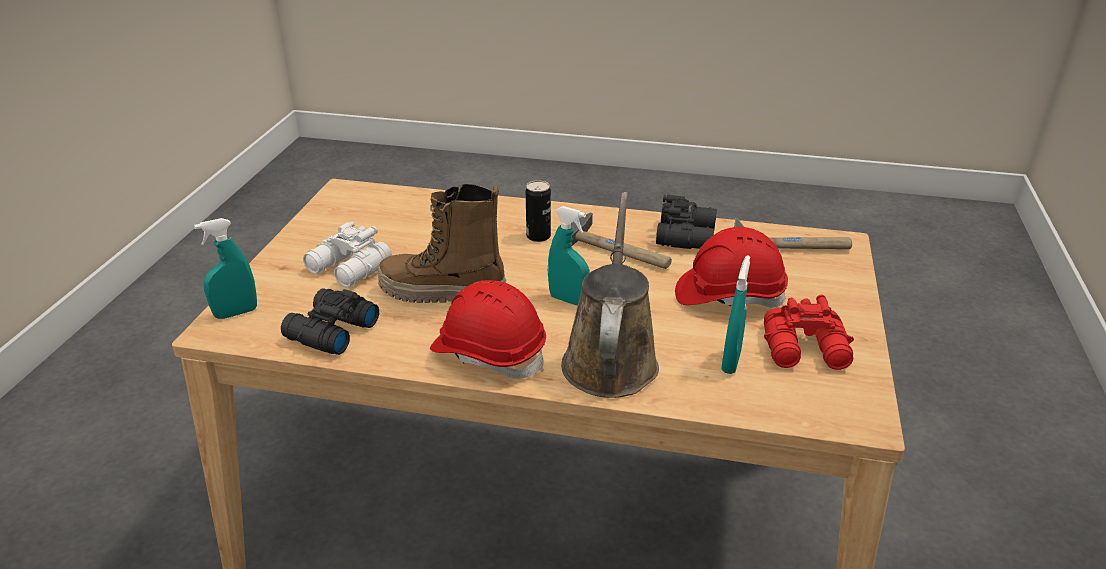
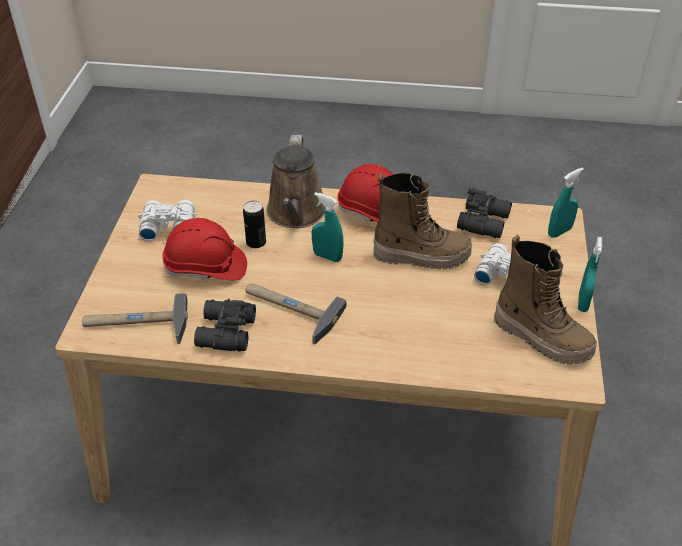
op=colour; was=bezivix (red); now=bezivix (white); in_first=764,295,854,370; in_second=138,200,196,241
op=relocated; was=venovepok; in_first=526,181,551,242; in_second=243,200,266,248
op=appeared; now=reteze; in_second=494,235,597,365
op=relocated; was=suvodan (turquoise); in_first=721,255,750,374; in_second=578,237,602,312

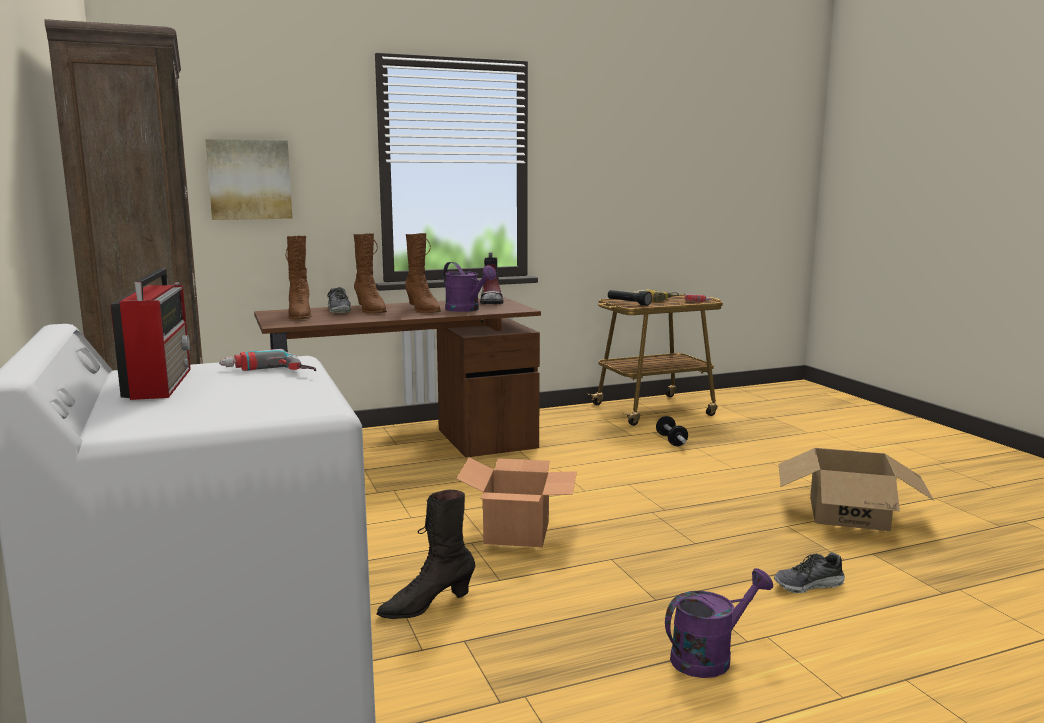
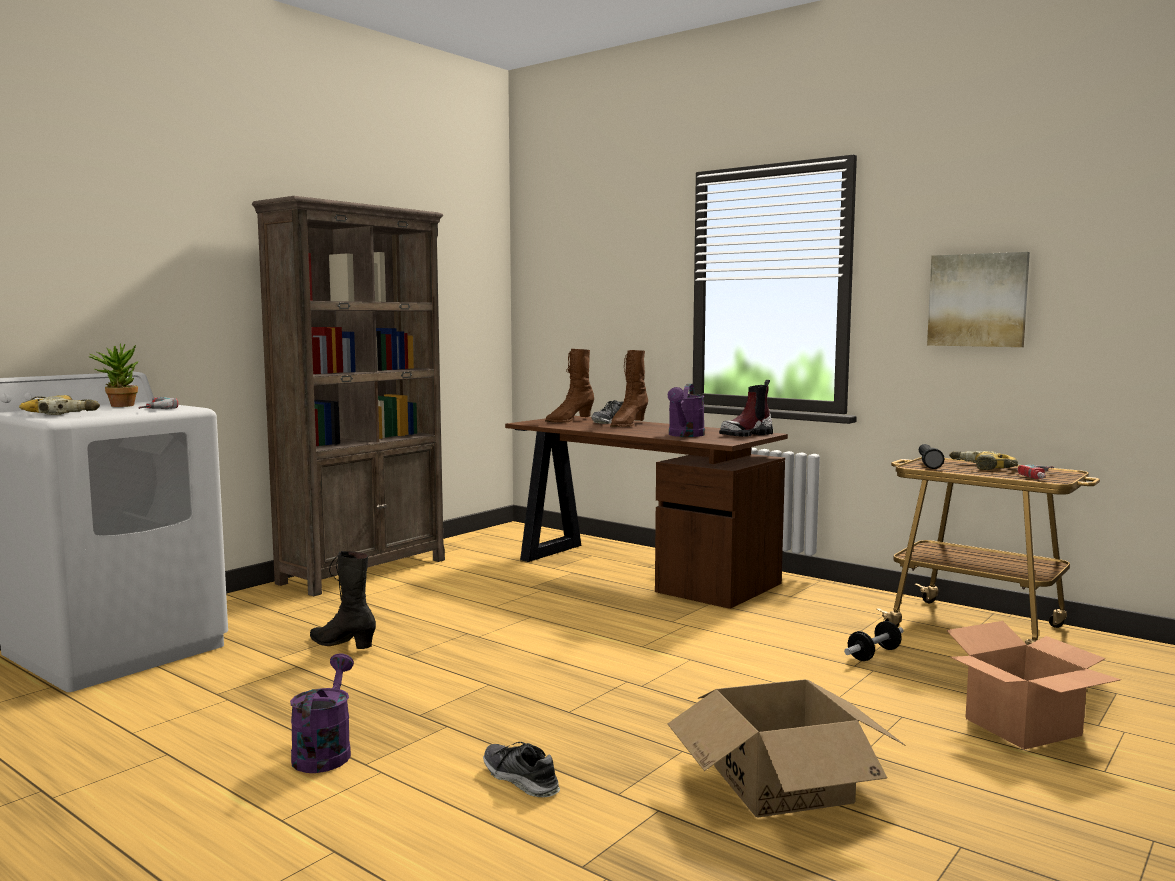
op=appeared; now=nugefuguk; in_second=19,395,100,415
op=exchanged; was=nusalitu; now=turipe; in_first=110,268,191,400; in_second=88,344,138,407
op=spun; was=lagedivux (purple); in_first=665,568,773,678; in_second=290,653,354,773; clockwise=-120
op=relocated; was=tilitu; in_first=205,139,292,220; in_second=927,252,1030,347
op=relocated; was=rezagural; in_first=456,457,577,547; in_second=946,621,1121,750
op=missing; was=reteze (brown); in_first=405,233,441,313

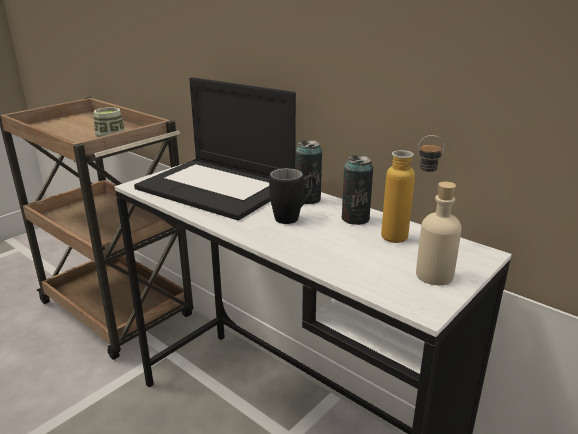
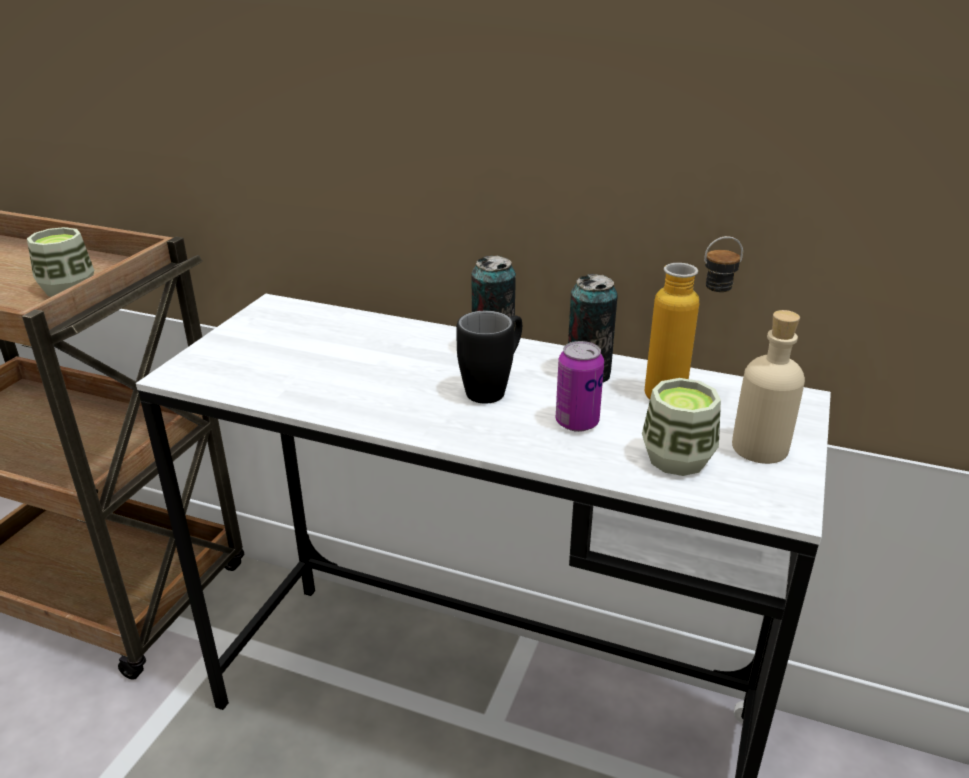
op=appeared; now=venovepok; in_second=556,341,604,432
op=appeared; now=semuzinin; in_second=642,378,721,476
op=missing; was=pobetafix; in_first=134,77,296,220

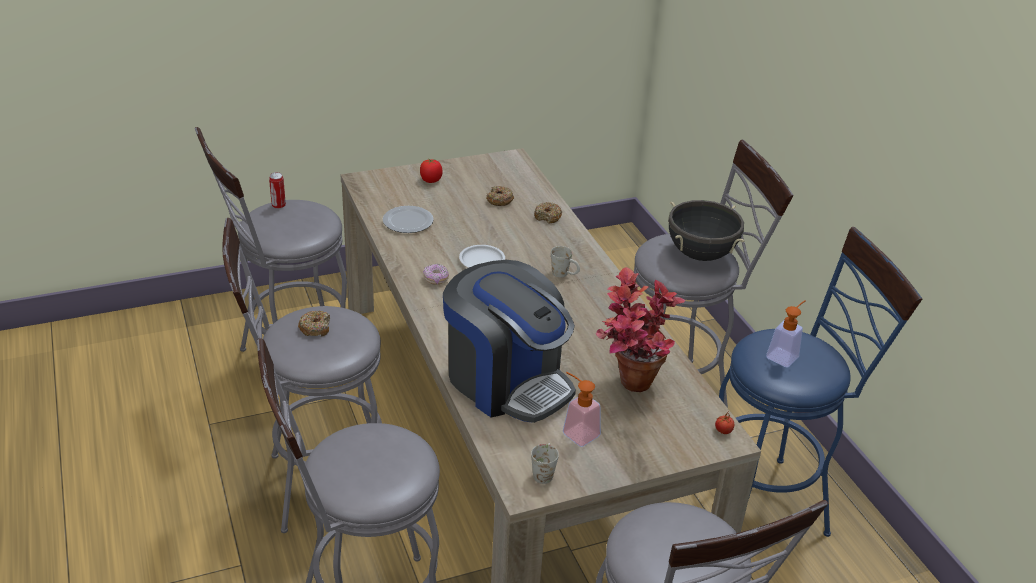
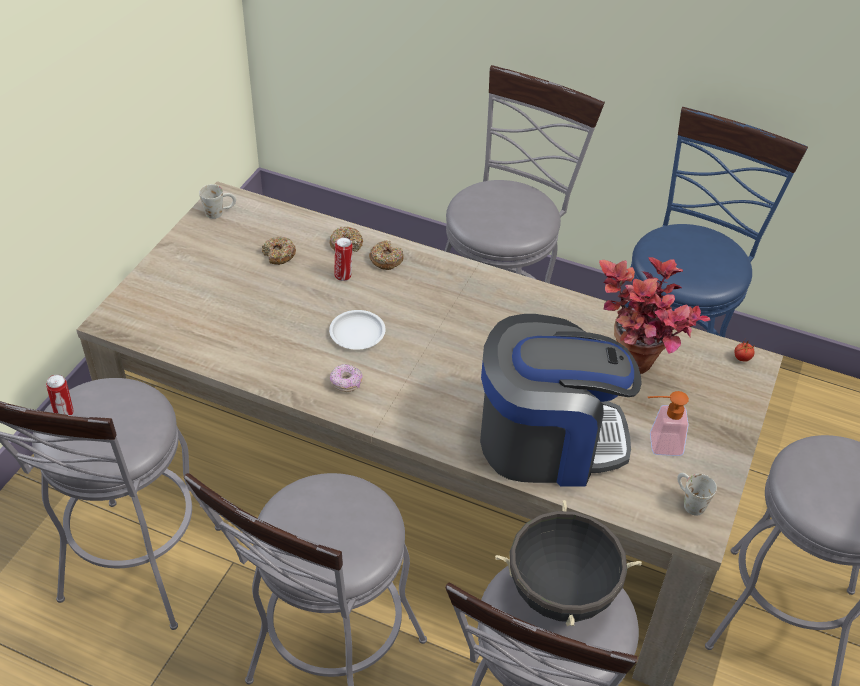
op=relocated; was=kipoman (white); in_first=551,246,580,277; in_second=199,184,236,219
op=appeared; now=venovepok; in_second=334,237,352,281
op=relocated; was=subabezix; in_first=298,311,330,337; in_second=369,240,403,270
op=relocated; was=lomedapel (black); in_first=668,200,745,261; in_second=495,500,642,626
op=missing; was=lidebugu; in_first=383,206,434,233
op=missing; was=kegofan; in_first=420,158,443,183
op=missing; was=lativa; in_first=766,300,806,368

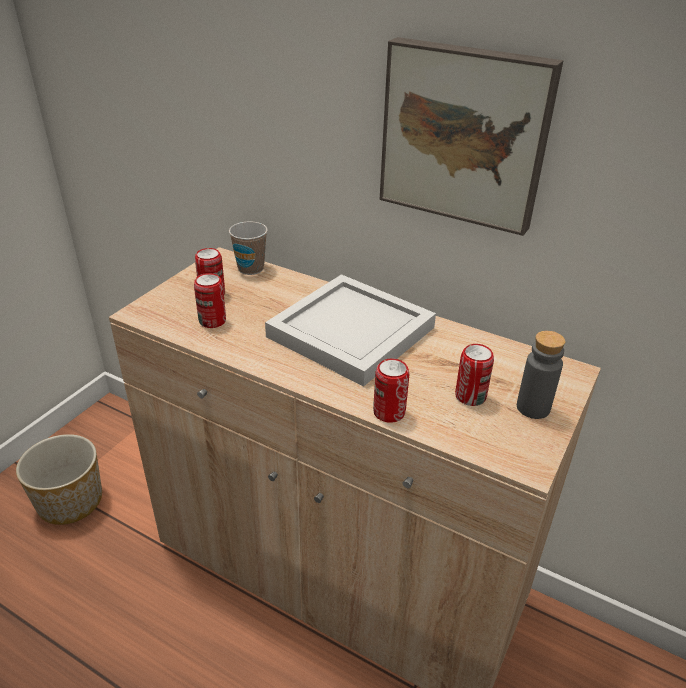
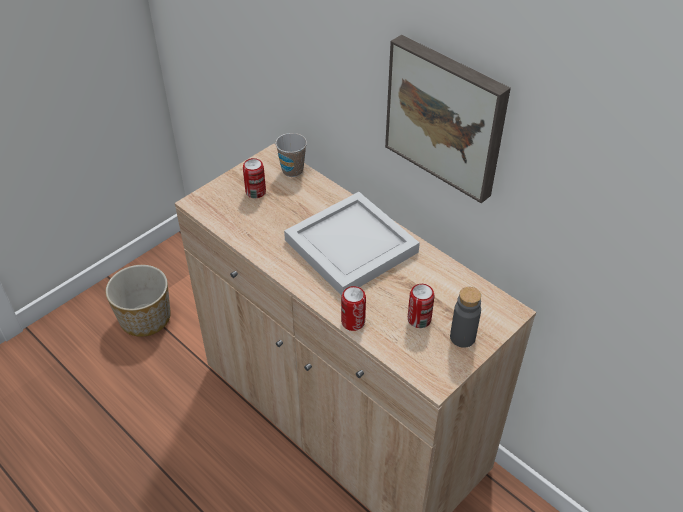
op=missing; was=venovepok; in_first=194,273,226,328

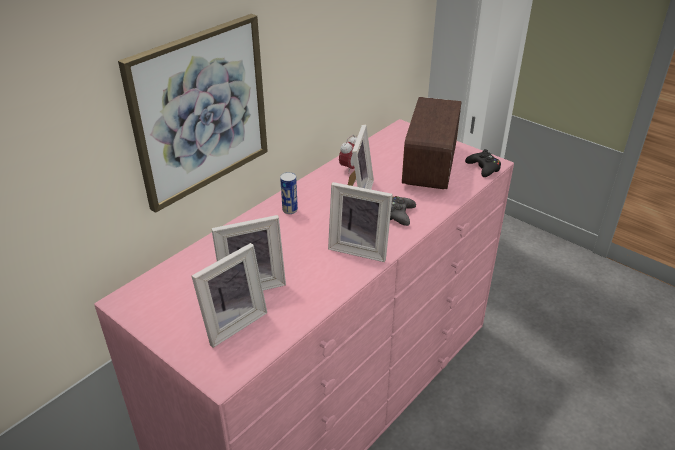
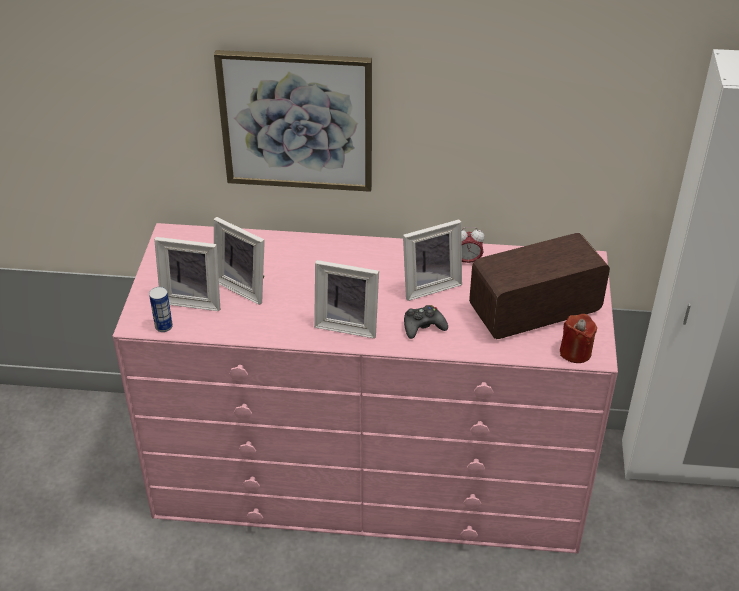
op=relocated; was=venovepok; in_first=280,172,298,214; in_second=149,287,173,332
op=spun; was=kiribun; in_first=328,182,393,262; in_second=314,260,379,339; clockwise=-60
op=exchanged; was=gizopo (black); now=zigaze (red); in_first=465,149,501,177; in_second=560,314,597,363

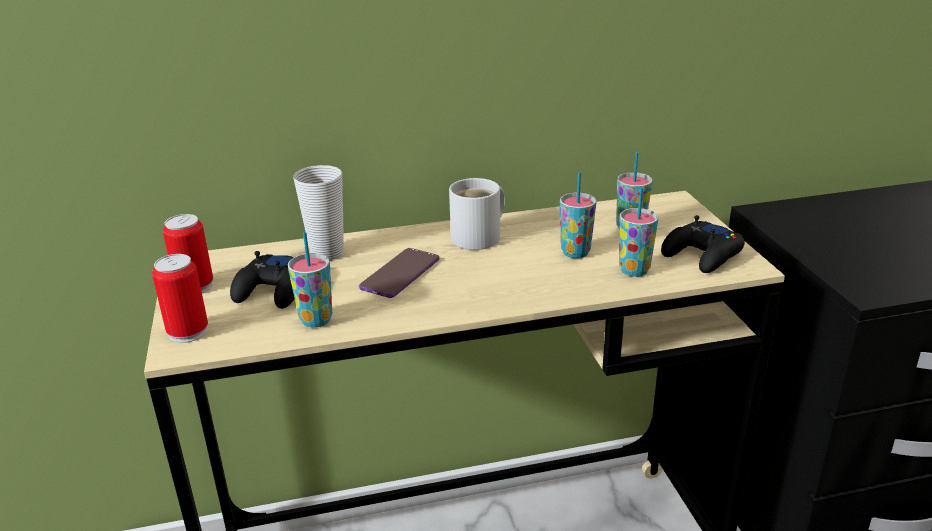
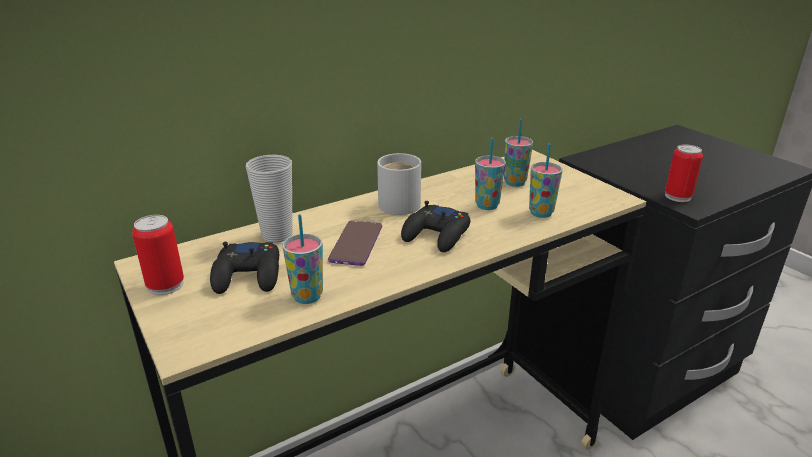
op=relocated; was=gizopo (black); in_first=661,215,745,273; in_second=401,201,470,252
op=relocated; was=venovepok; in_first=152,254,208,343; in_second=665,145,703,202

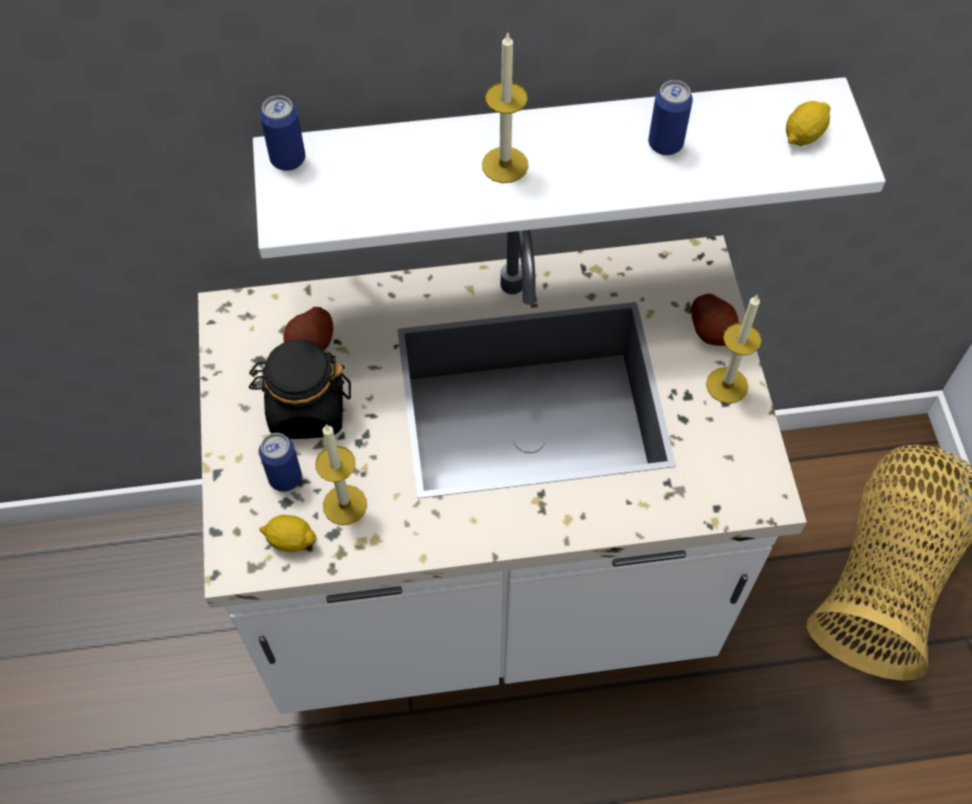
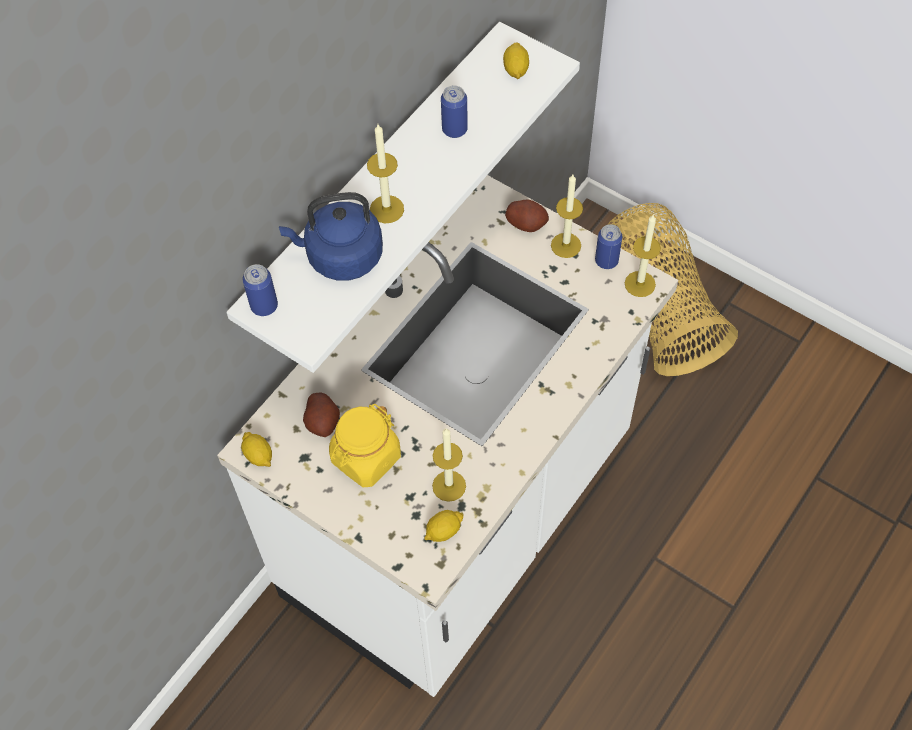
op=appeared; now=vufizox; in_second=241,432,272,467
op=appeared; now=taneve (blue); in_second=279,192,383,281
op=colour; was=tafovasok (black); now=tafovasok (yellow); in_first=249,340,351,439; in_second=329,404,401,487
op=relocated; was=venovepok; in_first=259,433,302,492; in_second=595,224,622,269
op=appeared; now=zigaze; in_second=625,214,661,297

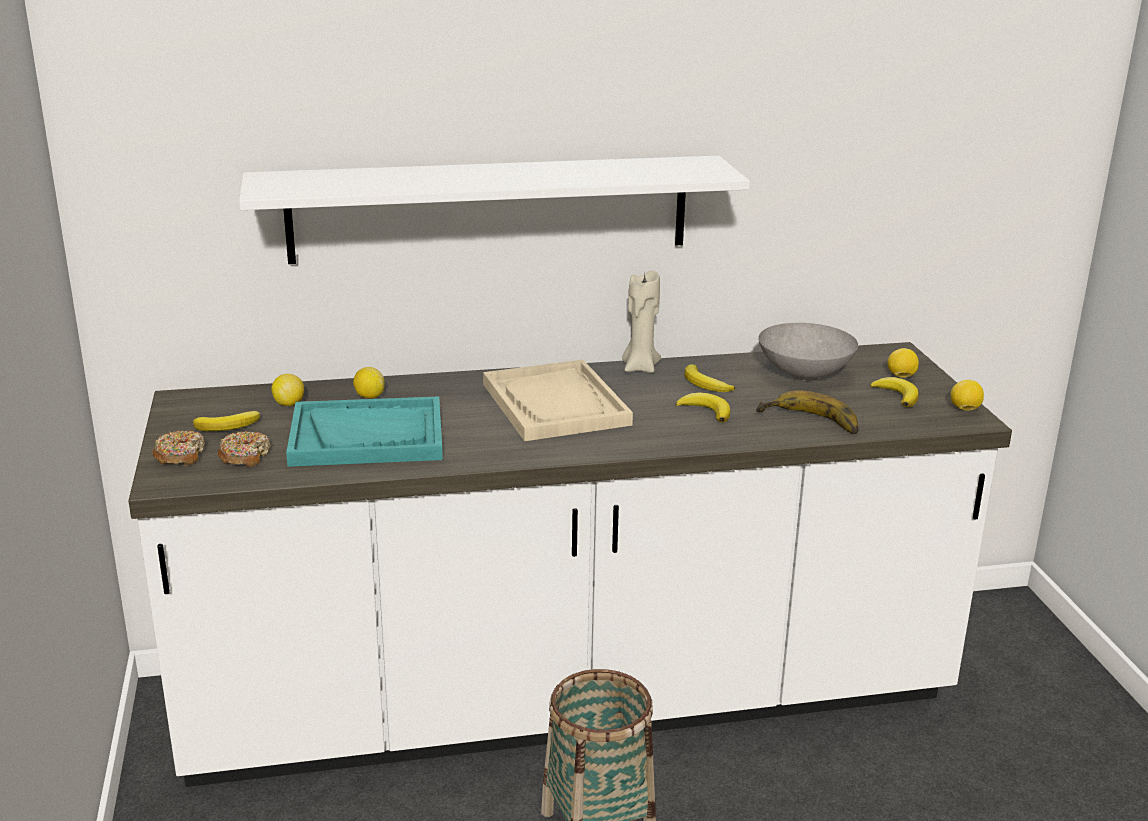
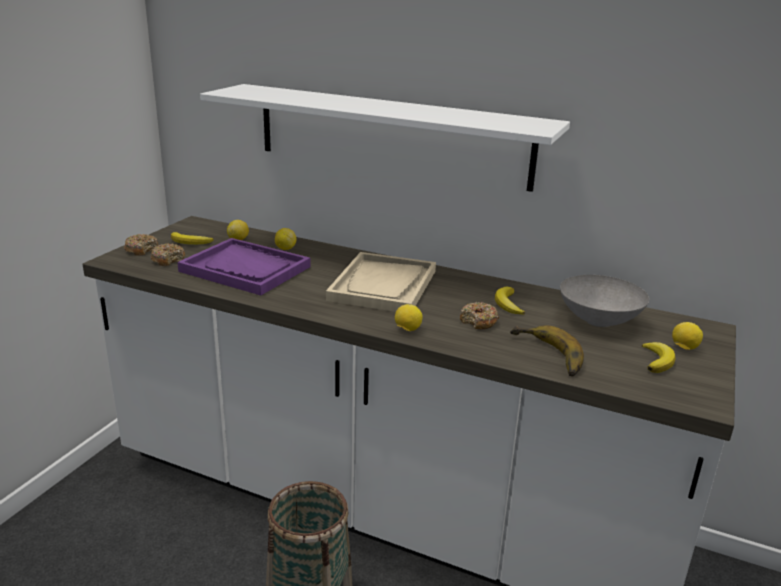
op=colour; was=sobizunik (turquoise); now=sobizunik (purple); in_first=286,396,443,467; in_second=177,238,311,295
op=relocated; was=vufizox; in_first=951,380,984,411; in_second=395,304,423,331
op=exchanged; was=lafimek; now=subabezix; in_first=676,392,730,422; in_second=460,302,499,330
op=missing; was=zigaze (beige); in_first=622,271,661,373

